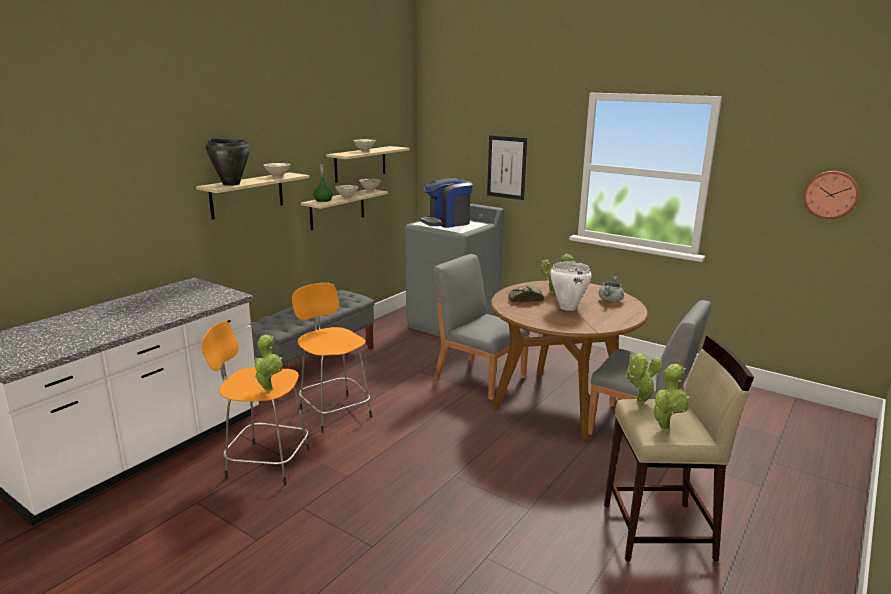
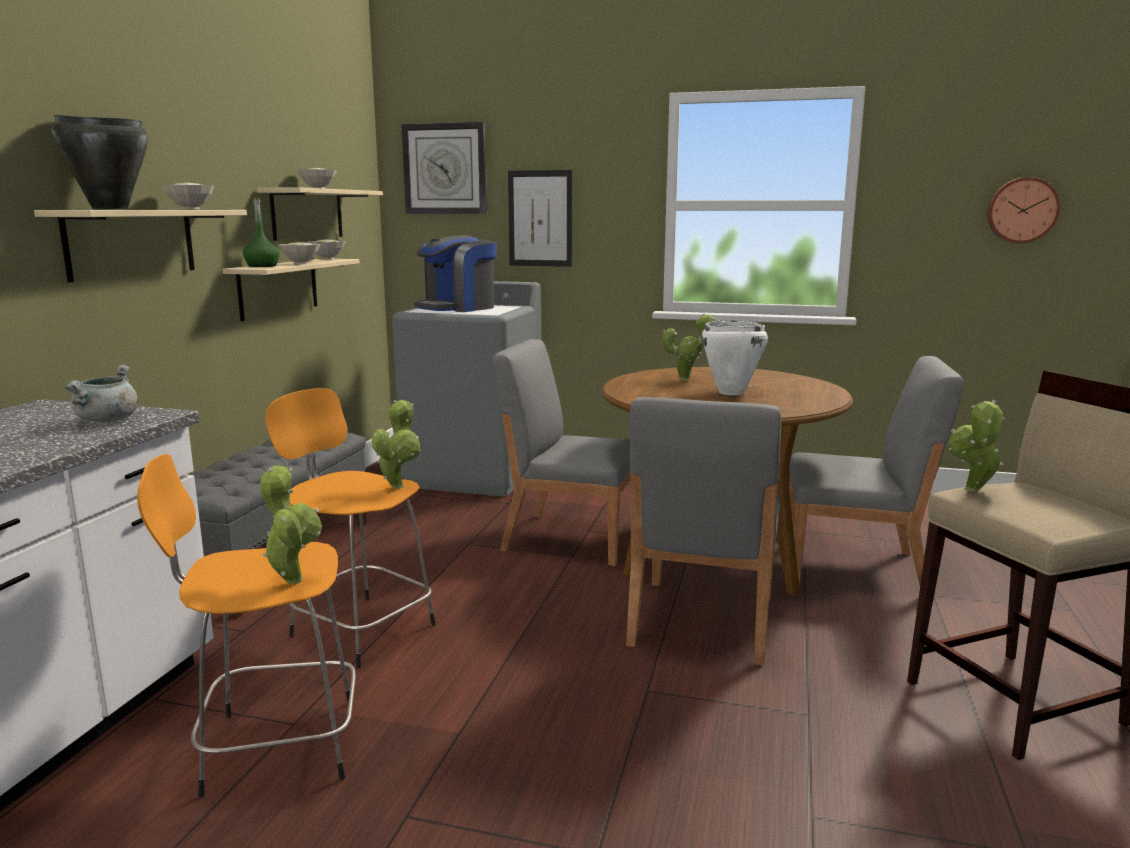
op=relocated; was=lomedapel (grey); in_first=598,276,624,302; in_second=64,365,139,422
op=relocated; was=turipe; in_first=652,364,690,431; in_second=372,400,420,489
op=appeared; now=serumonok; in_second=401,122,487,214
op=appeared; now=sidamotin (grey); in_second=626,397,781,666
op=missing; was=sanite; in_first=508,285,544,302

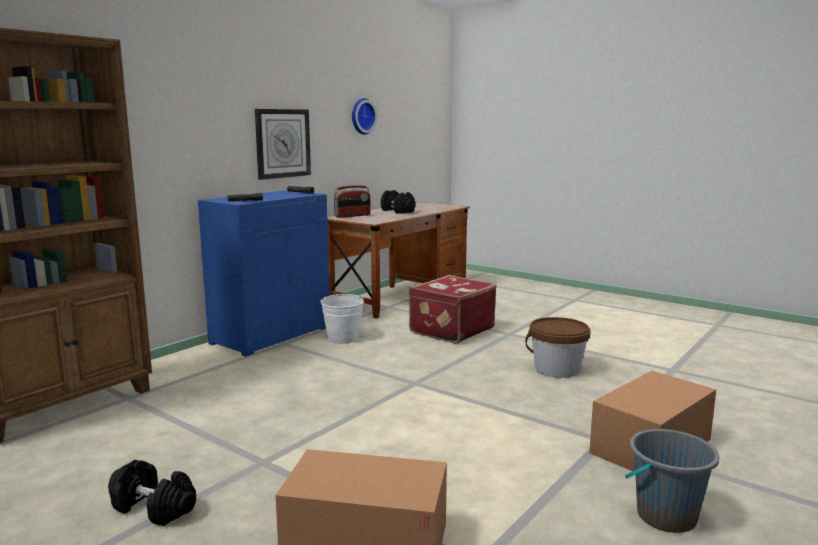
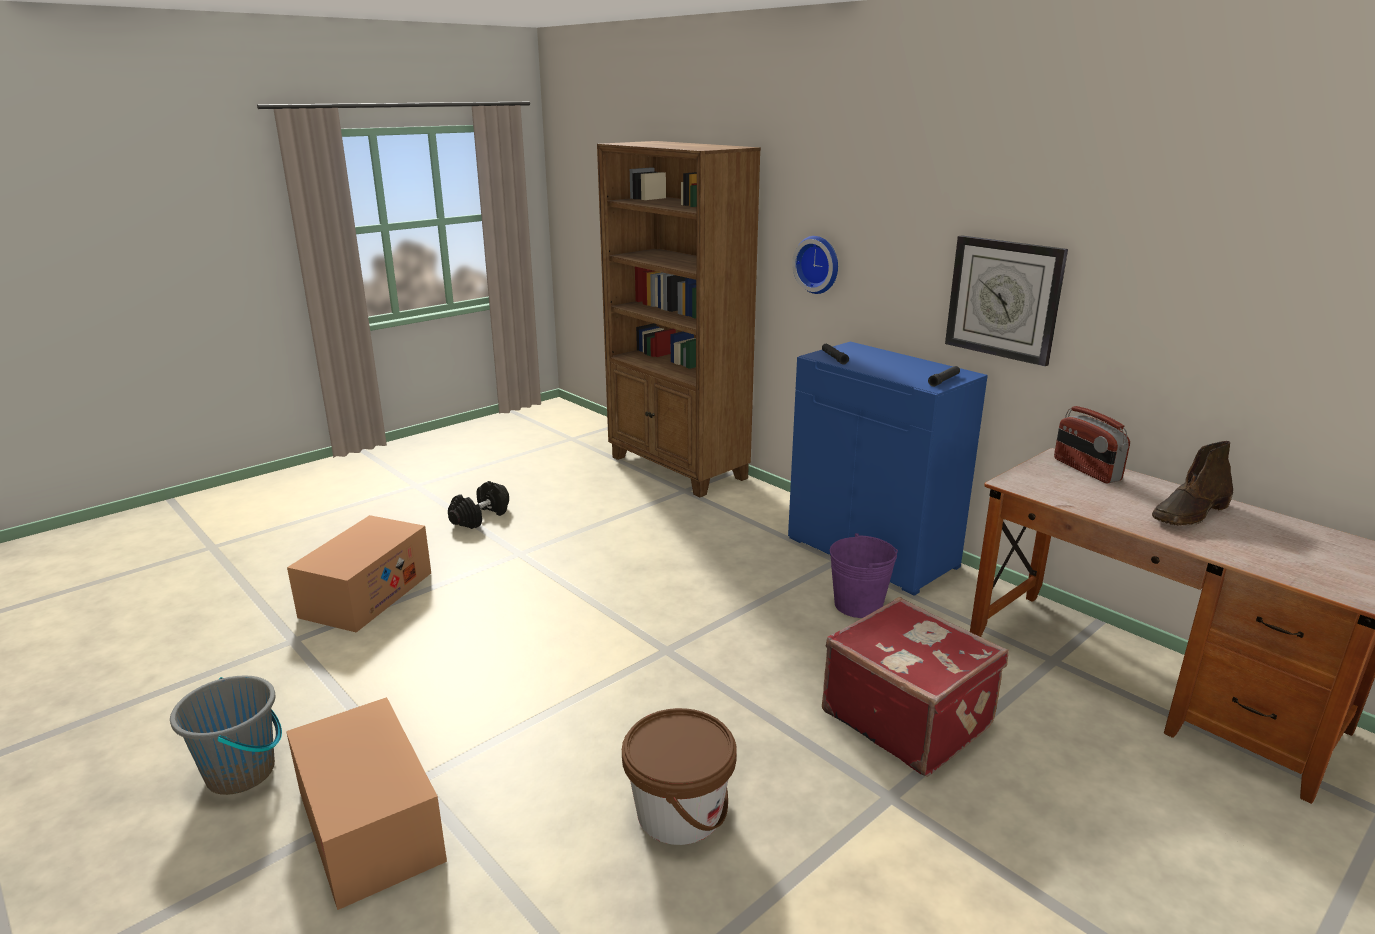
op=relocated; was=serumonok; in_first=352,98,377,135; in_second=792,236,838,294
op=colour; was=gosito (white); now=gosito (purple); in_first=320,294,364,344; in_second=830,533,898,618
op=exchanged; was=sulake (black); now=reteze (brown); in_first=381,190,415,214; in_second=1152,441,1233,526

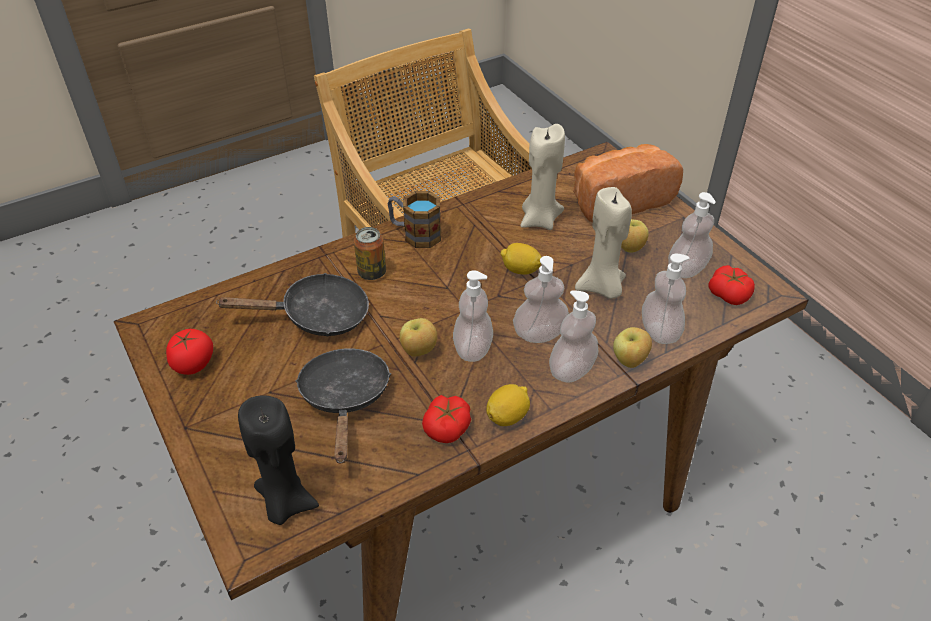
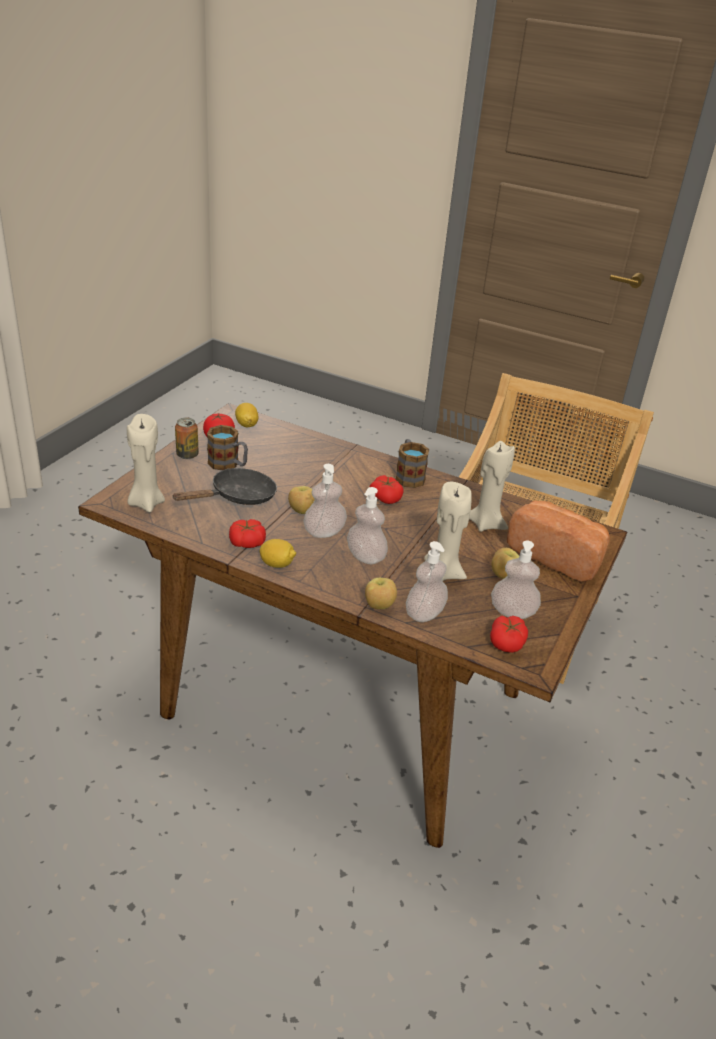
op=colour; was=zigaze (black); now=zigaze (beige); in_first=238,395,319,525; in_second=127,414,165,513
op=relocated; was=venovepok; in_first=354,227,386,280; in_second=175,418,199,459
op=appeared; now=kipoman; in_second=207,425,248,470
op=relocated; was=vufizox; in_first=501,243,541,275; in_second=235,403,258,427
op=appeared; now=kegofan; in_second=370,475,404,504
op=missing; was=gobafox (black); in_first=216,273,369,336
op=missing; was=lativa; in_first=549,290,598,383

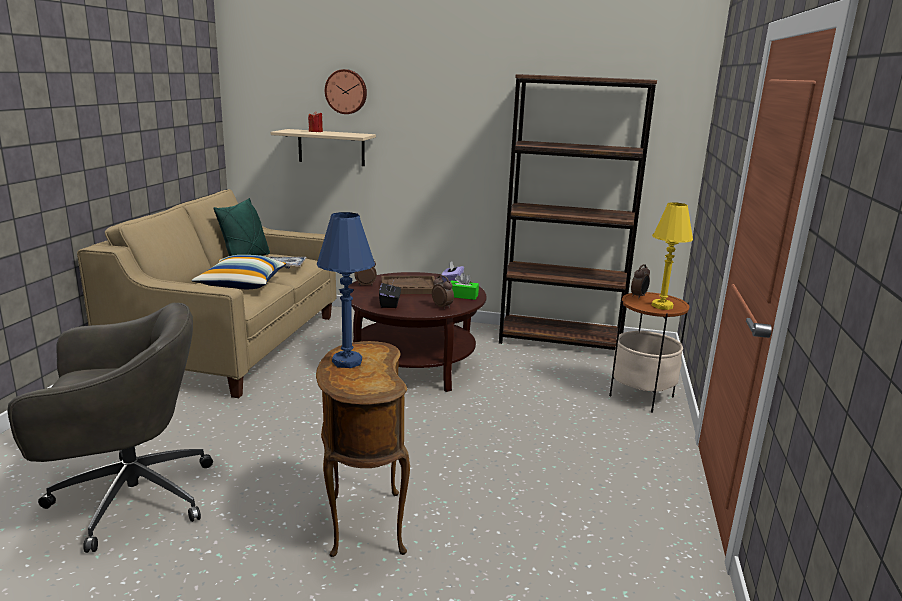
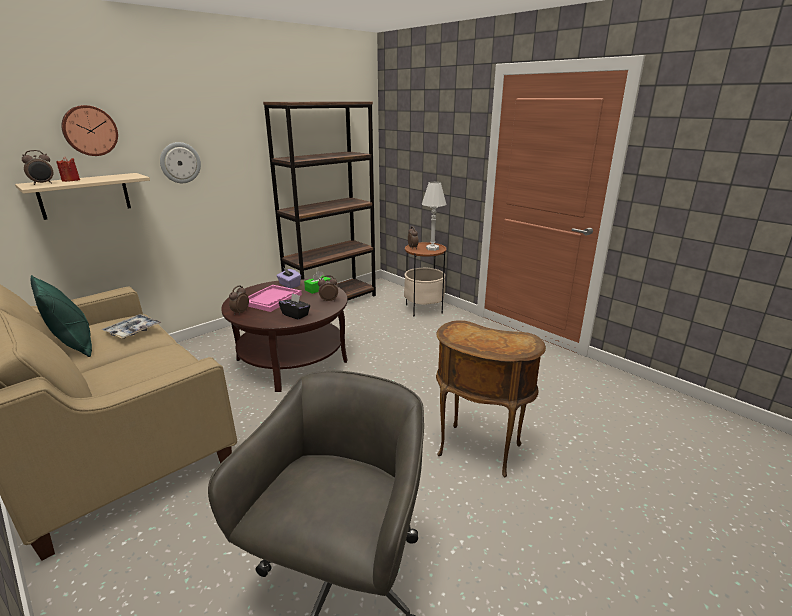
op=appeared; now=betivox; in_second=22,150,53,185
op=appeared; now=serumonok; in_second=160,142,201,183
op=colour; was=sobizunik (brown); now=sobizunik (pink); in_first=381,276,435,294; in_second=248,285,302,312
op=colour; was=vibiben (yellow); now=vibiben (white); in_first=651,202,693,310; in_second=422,181,447,251
op=missing; was=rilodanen; in_first=192,255,286,289
op=missing; was=vibiben (blue); in_first=317,212,375,368

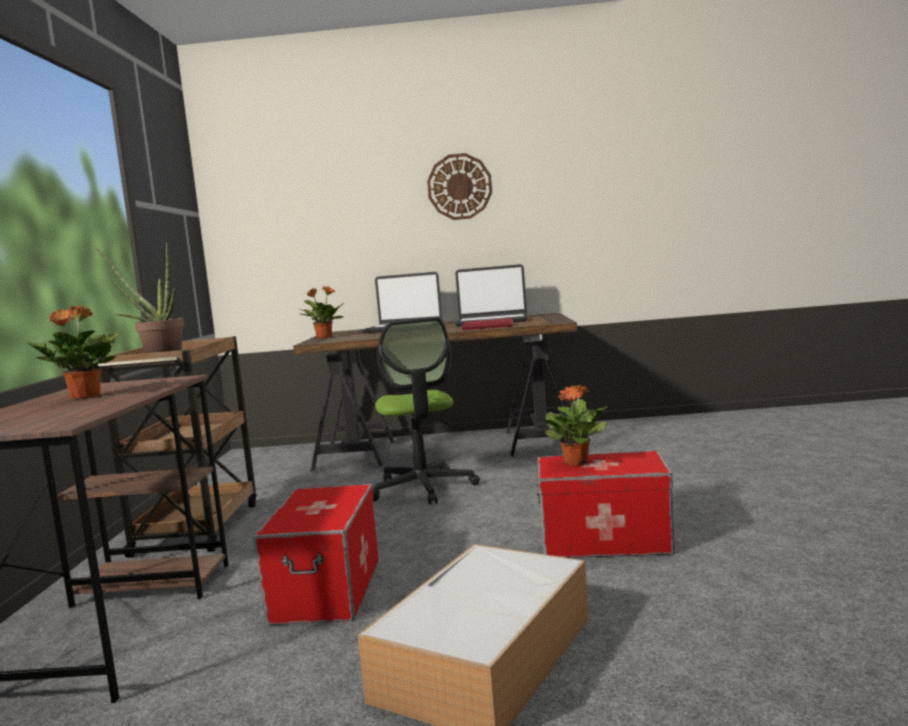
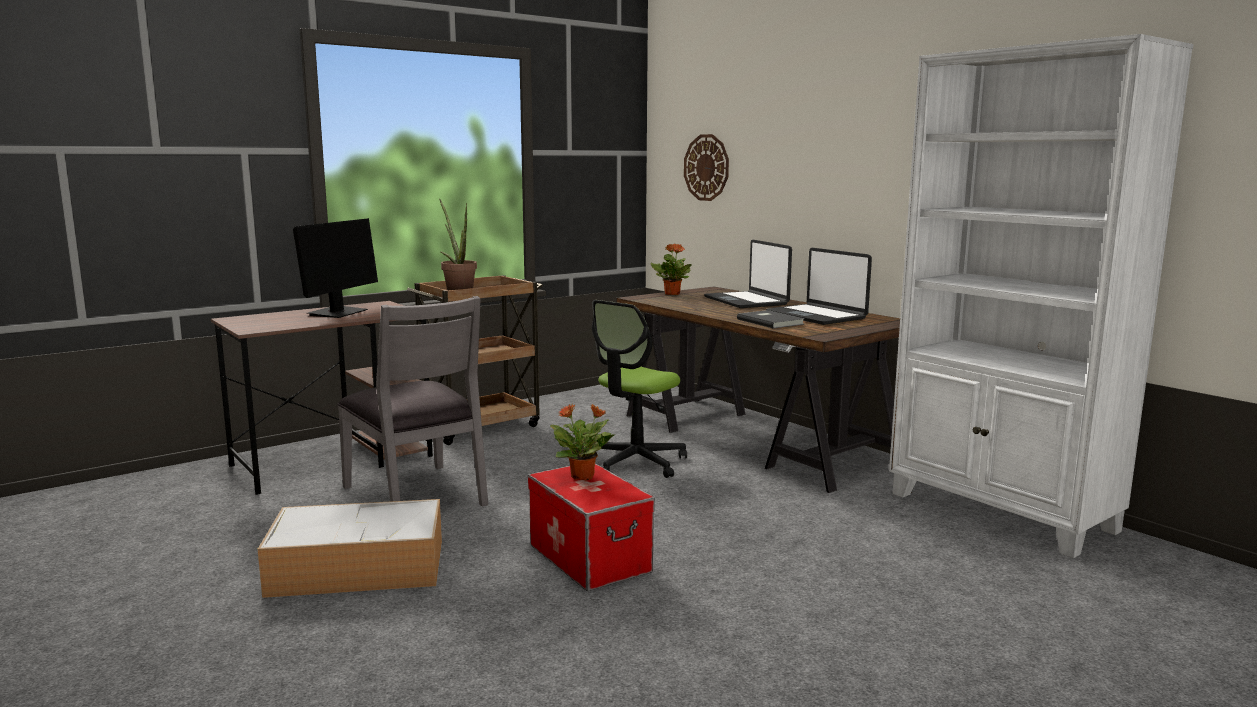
op=exchanged; was=turipe; now=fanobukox; in_first=27,305,118,399; in_second=293,218,378,318
op=exchanged; was=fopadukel; now=sidamotin (grey); in_first=253,484,379,625; in_second=337,296,488,506
op=relocated; was=serumonok; in_first=427,153,492,220; in_second=684,134,729,201
op=colour; was=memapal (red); now=memapal (grey); in_first=462,318,514,330; in_second=737,310,805,329
op=appeared; now=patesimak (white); in_second=889,34,1194,558

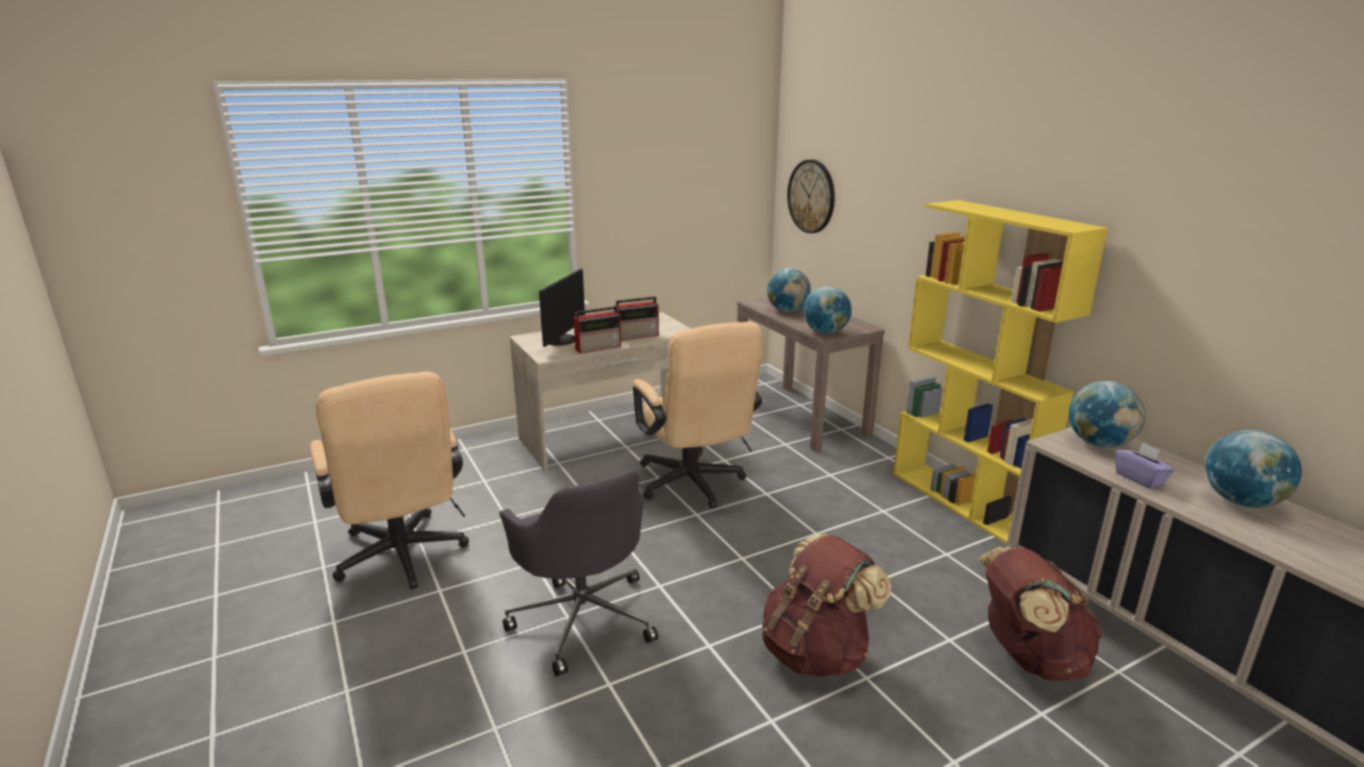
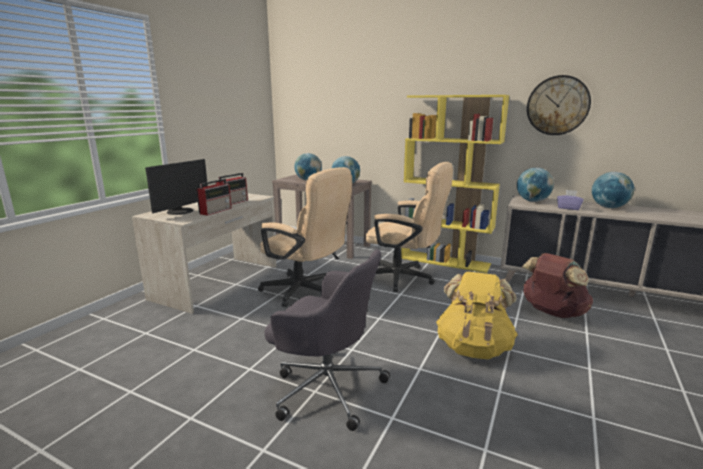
op=spun; was=fanobukox; in_first=539,268,585,347; in_second=145,159,208,215; clockwise=45
op=relocated; was=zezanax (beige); in_first=310,372,469,589; in_second=366,162,453,292
op=colour; was=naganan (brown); now=naganan (yellow); in_first=762,533,892,677; in_second=436,271,518,359
op=relocated; was=serumonok; in_first=787,160,835,233; in_second=527,75,591,135

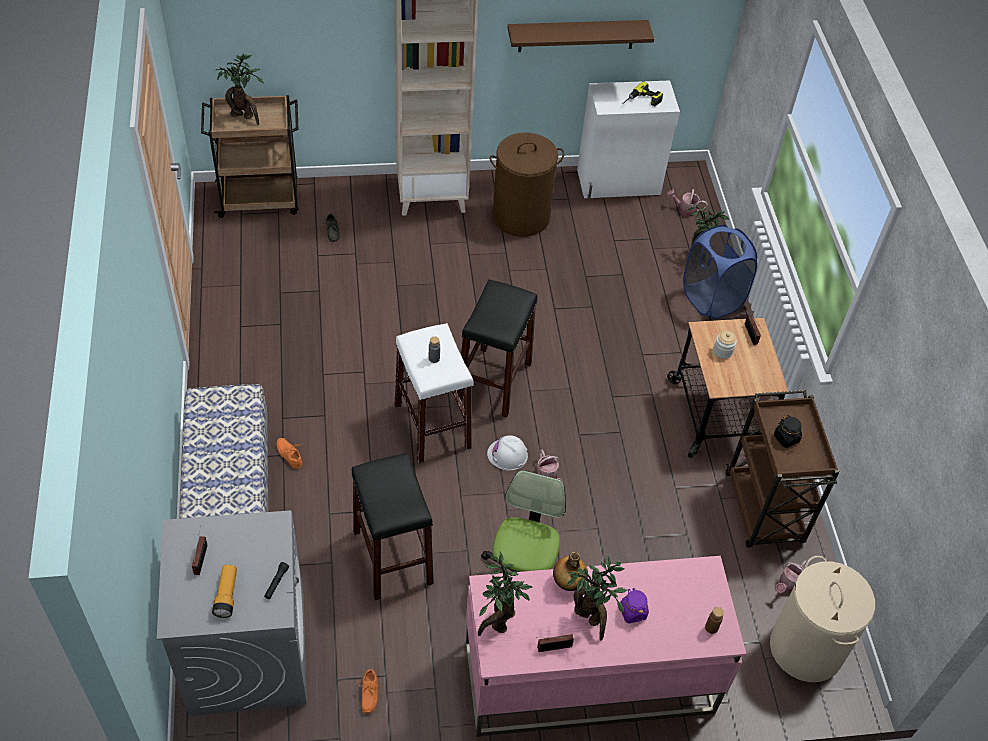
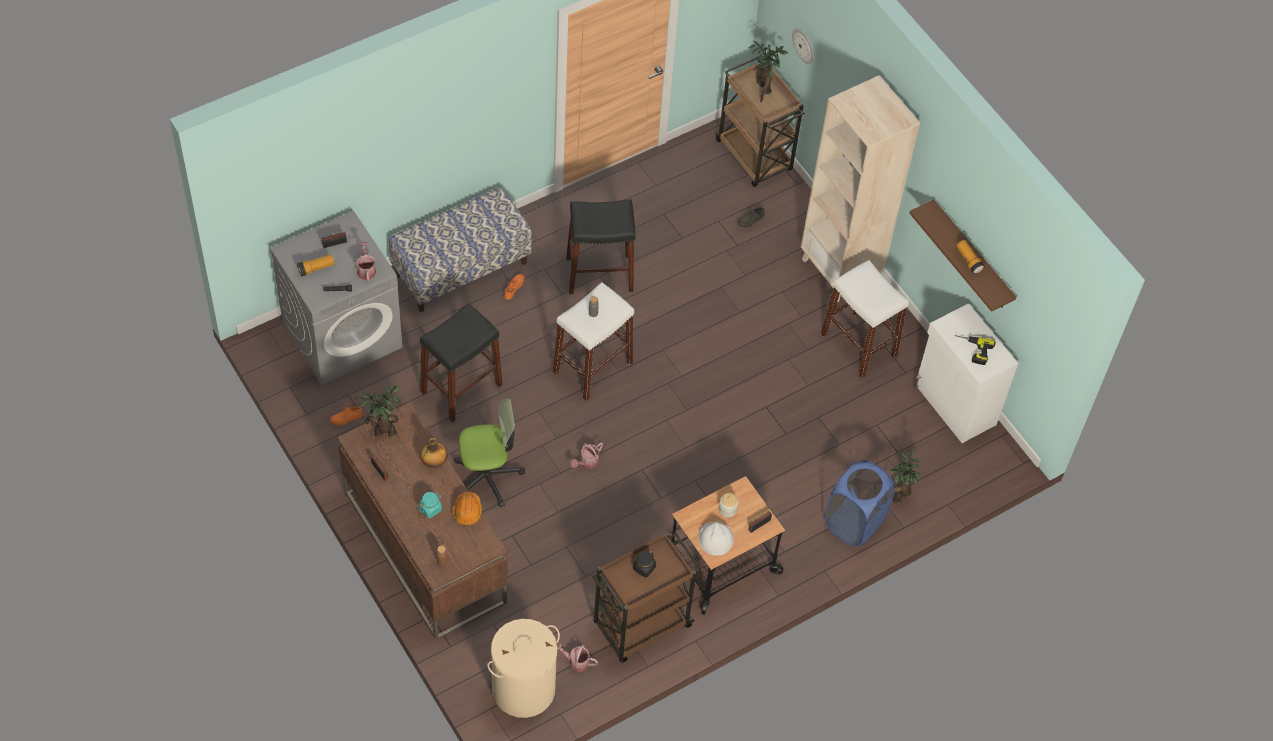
op=colour; was=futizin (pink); now=futizin (brown); in_first=466,556,746,737; in_second=337,402,508,640
op=relocated; was=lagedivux; in_first=667,189,708,217; in_second=355,242,376,281
op=colour; was=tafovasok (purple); now=tafovasok (turquoise); in_first=620,588,649,623; in_second=419,492,442,518
op=appeared; now=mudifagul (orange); in_second=453,492,482,526
op=relocated; was=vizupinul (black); in_first=457,279,537,417; in_second=566,199,635,294
op=relocated; was=mudifagul (white); in_first=487,435,528,470; in_second=698,522,734,556
op=appeared; now=serumonok; in_second=792,28,815,65
op=exchanged; was=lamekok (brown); now=vizupinul (white); in_first=490,133,564,237; in_second=820,260,909,378
op=appeared; now=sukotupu; in_second=957,240,985,274
op=missing; was=turipe; in_first=567,556,628,641

